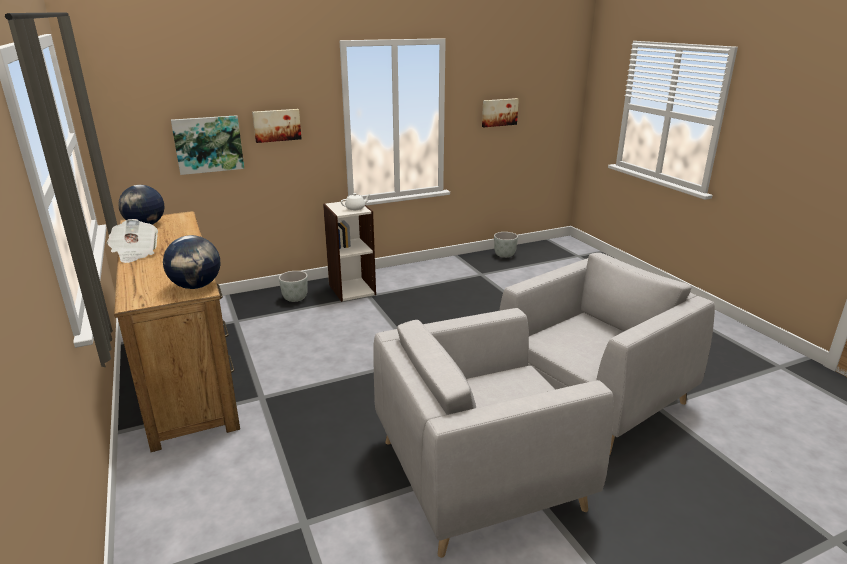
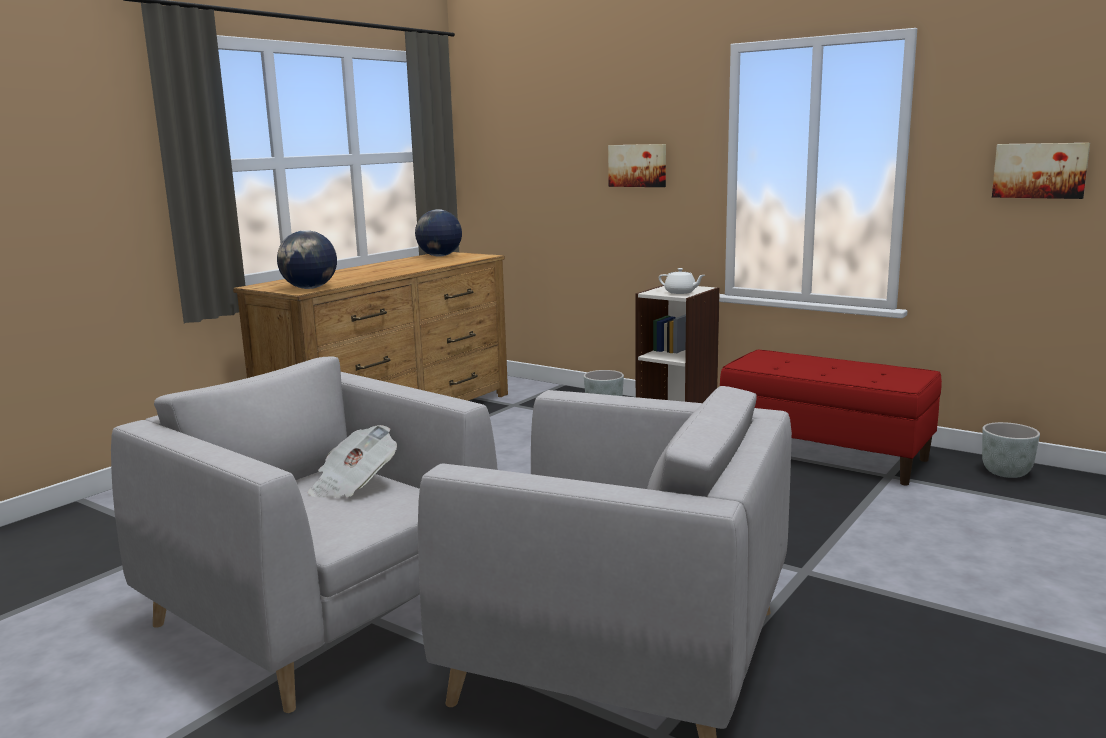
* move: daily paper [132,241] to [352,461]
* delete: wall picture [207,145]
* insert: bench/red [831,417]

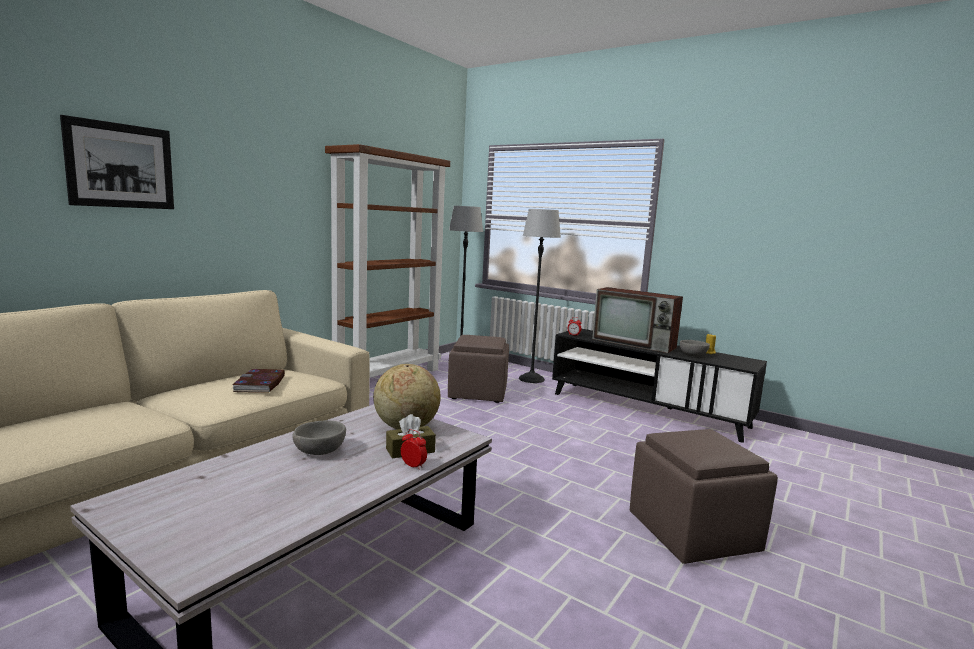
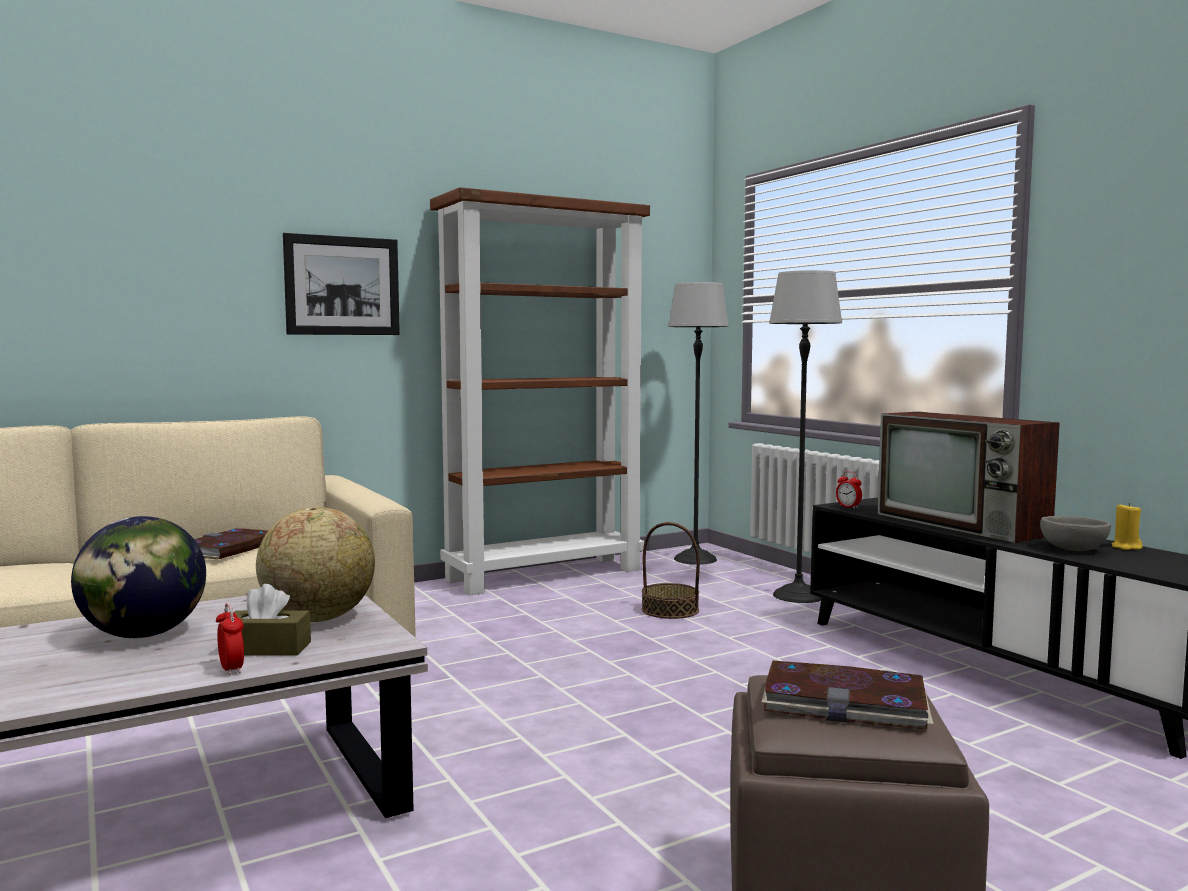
* move: wall picture [117,162] to [341,284]
* replace: bowl/gray [319,438] to globe [138,577]
* replace: ottoman/brown [478,369] to household basket [671,570]
* insert: book [847,695]

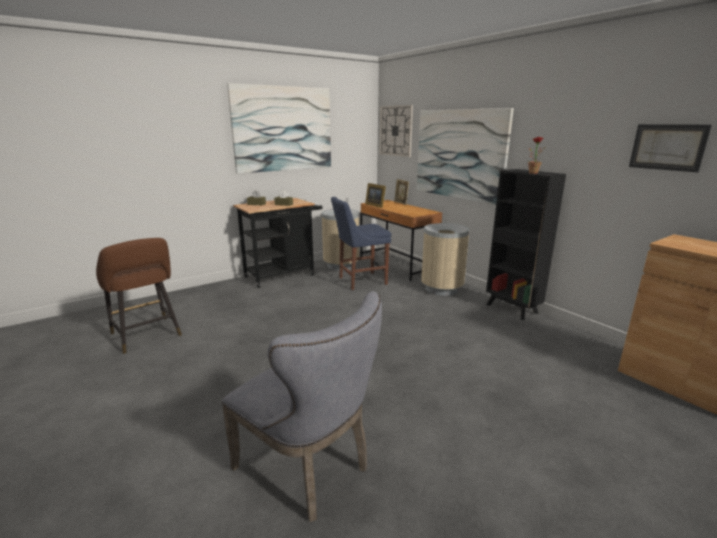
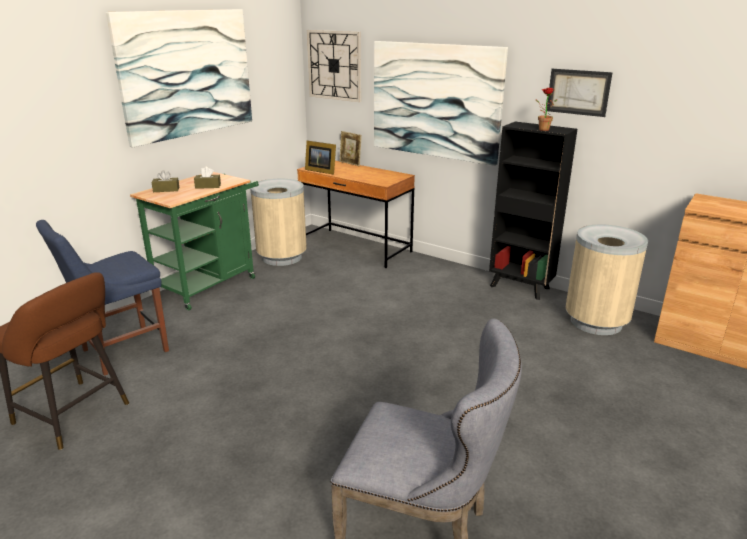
* recolor: cart/black-coloured [277,243] to cart/greenish [194,241]
* move: chair/bluish [361,243] to [102,298]
* move: waste bin/beige-coloured [445,259] to [606,279]
* move: wall picture [670,148] to [580,93]

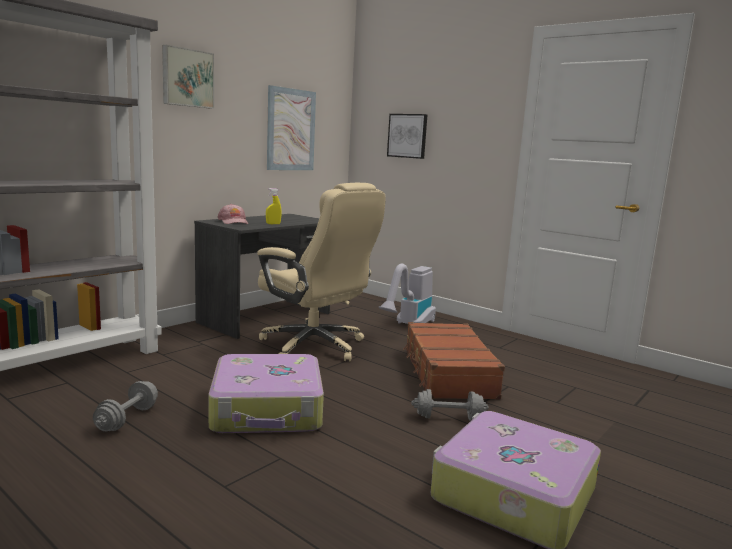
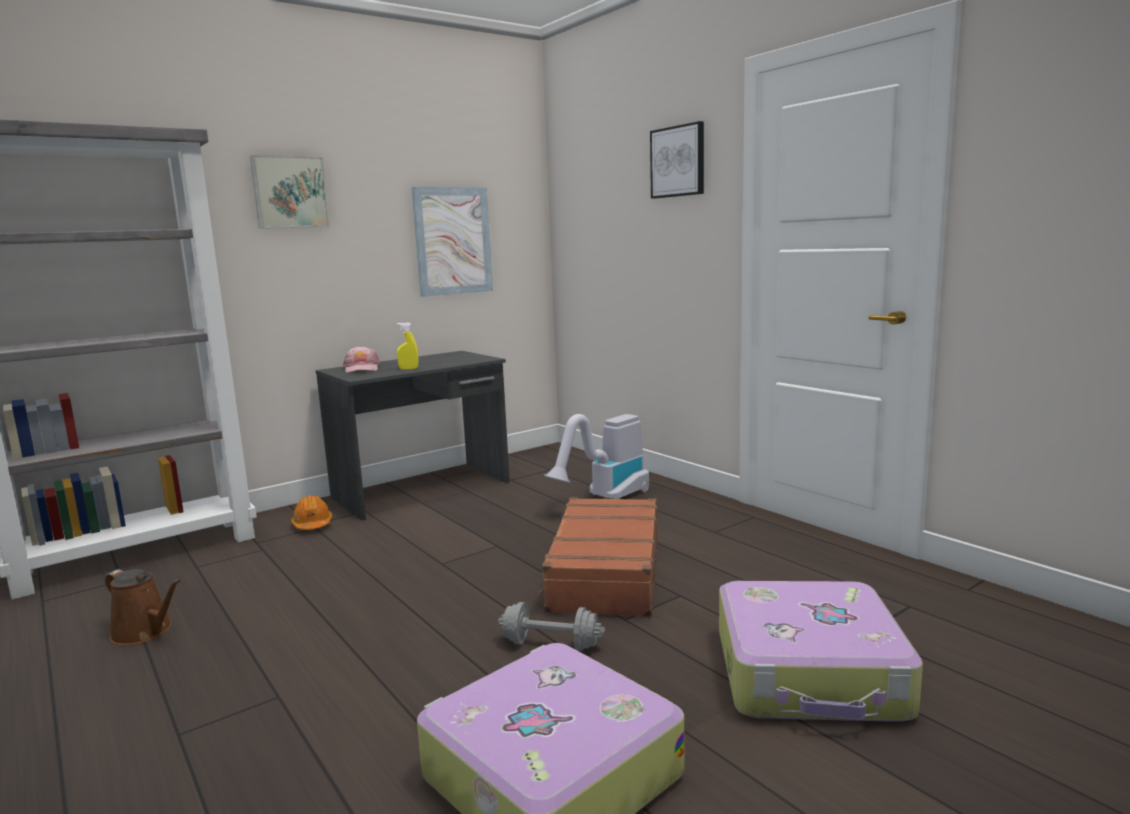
* replace: dumbbell/gray [125,406] to watering can/brown [143,607]
* move: travel case [266,393] to [821,651]
* delete: office chair/beige-coloured [321,272]
* move: wall picture [407,136] to [677,160]
* insert: safety helmet/orangey [311,512]

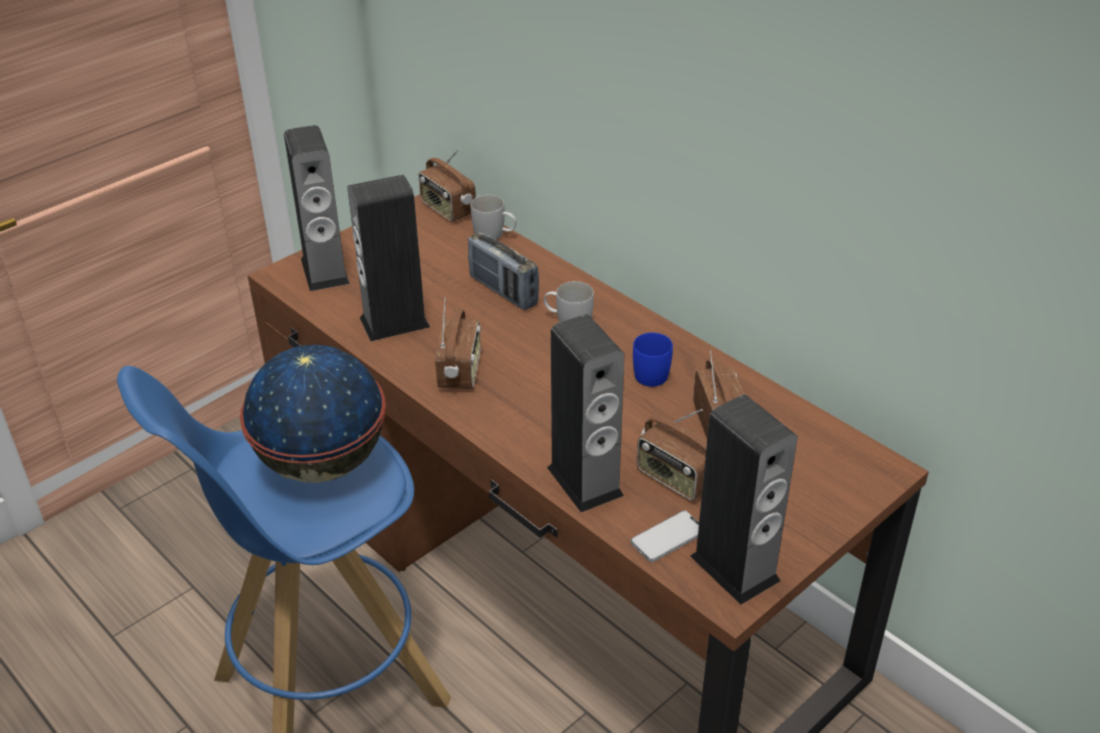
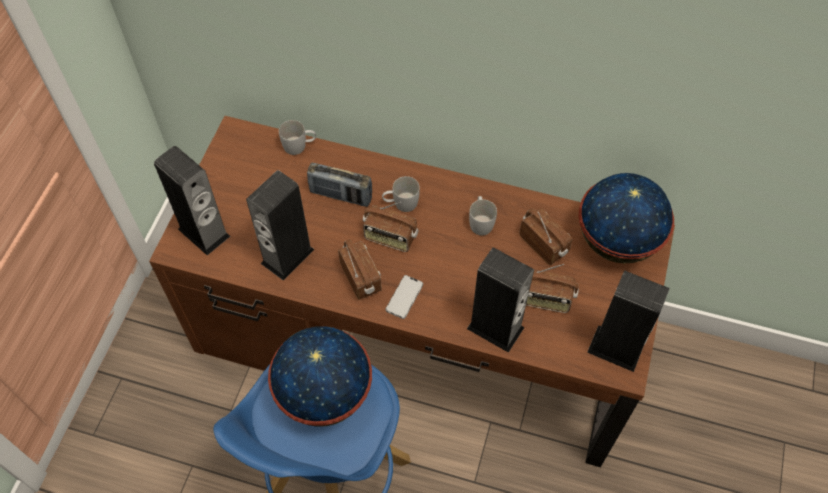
* move: radio [447,185] to [391,227]
* move: handset [665,536] to [404,297]
* recolor: coffee mug/bluish [653,360] to coffee mug/white [483,215]
* insert: globe [626,218]

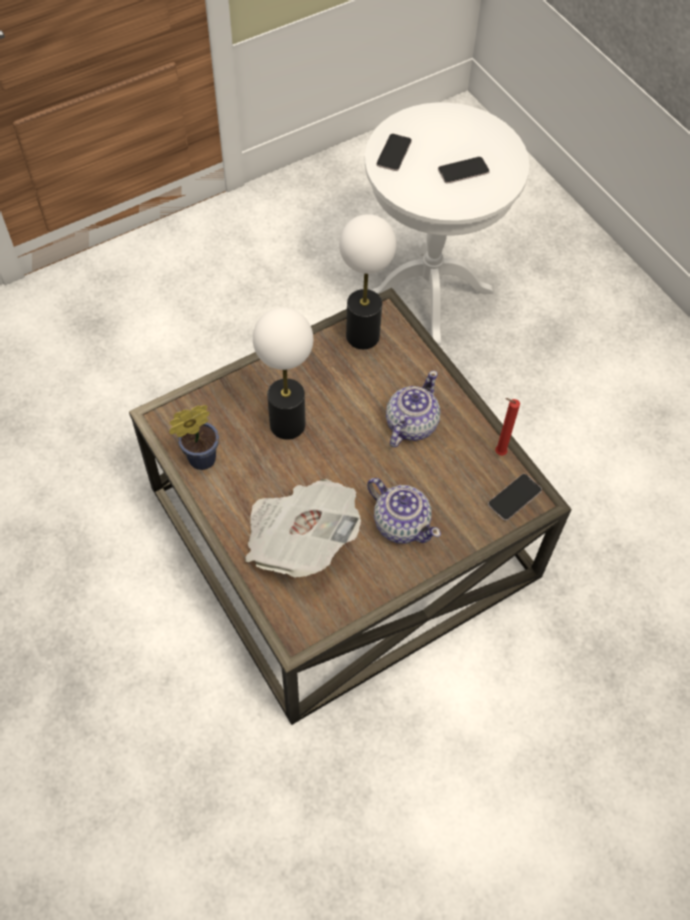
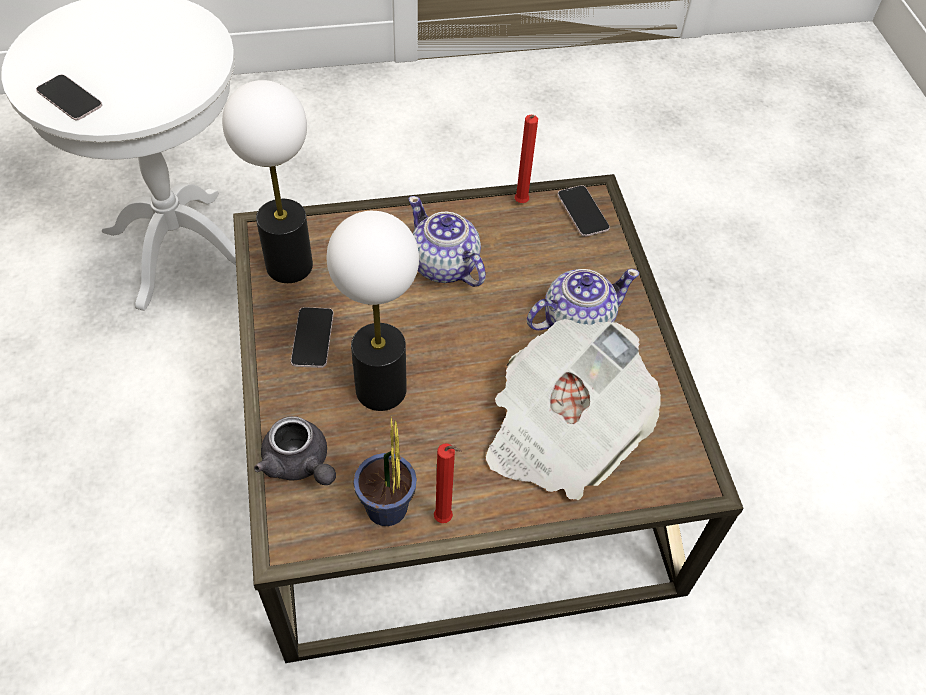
* move: handset [464,170] to [312,337]
* insert: tea pot/gray [295,450]
* insert: wax candle/red [448,483]

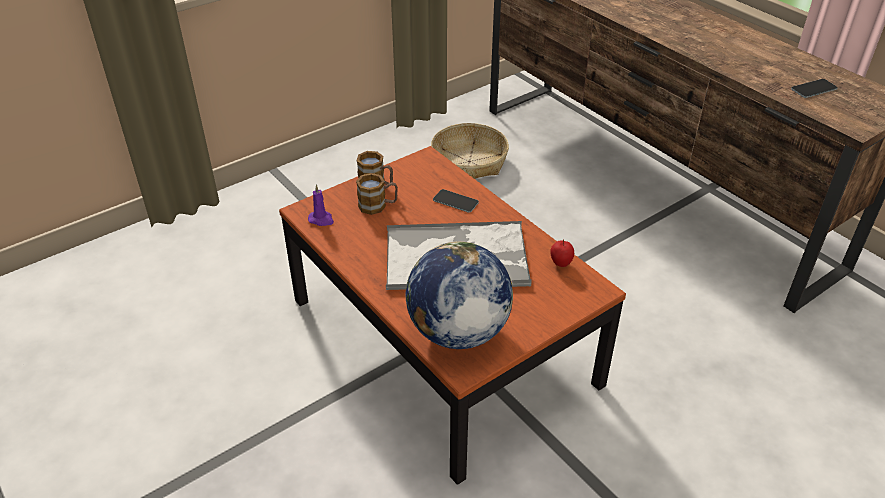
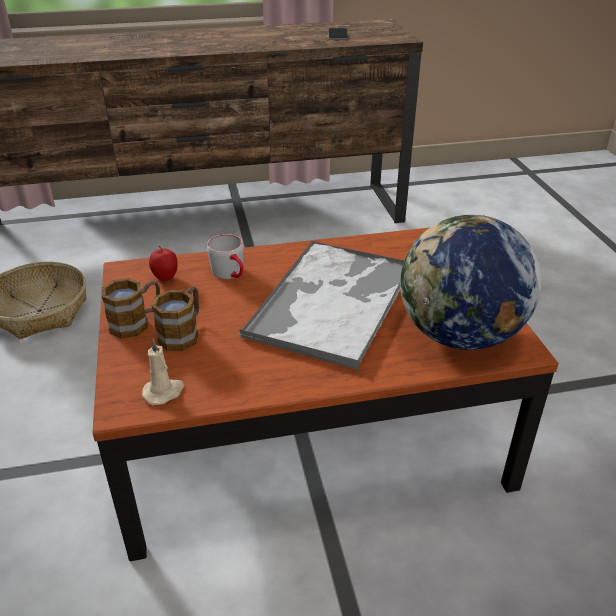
* recolor: wax candle/purple [321,205] to wax candle/beige-coloured [163,371]
* replace: handset [456,201] to coffee mug/gray [225,256]
* move: apple [562,253] to [163,264]

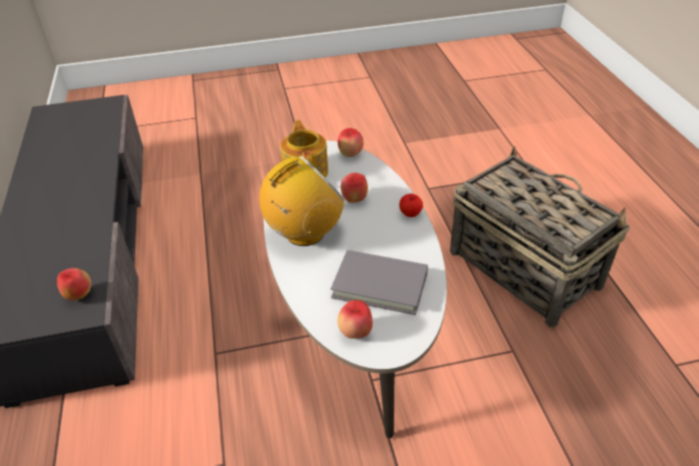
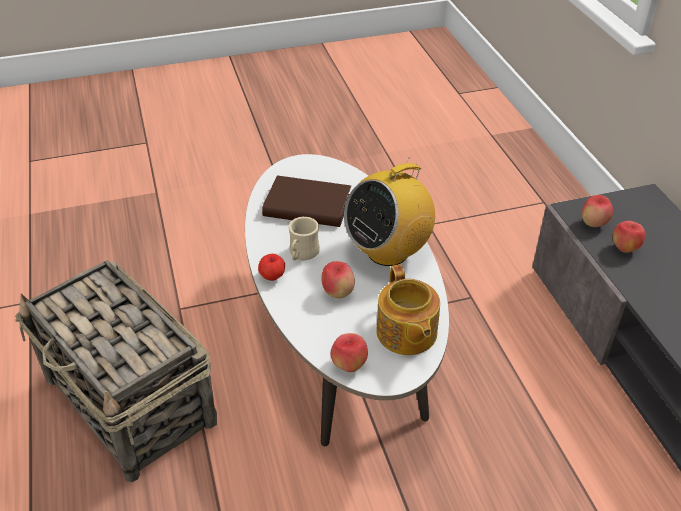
* recolor: book/gray [379,282] to book/brown [306,201]
* move: apple [355,319] to [629,237]
* insert: coffee mug/beige-coloured [304,238]

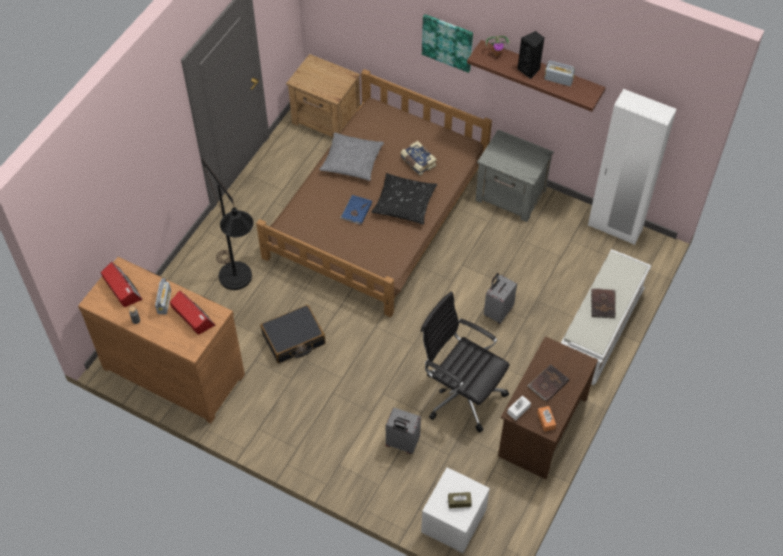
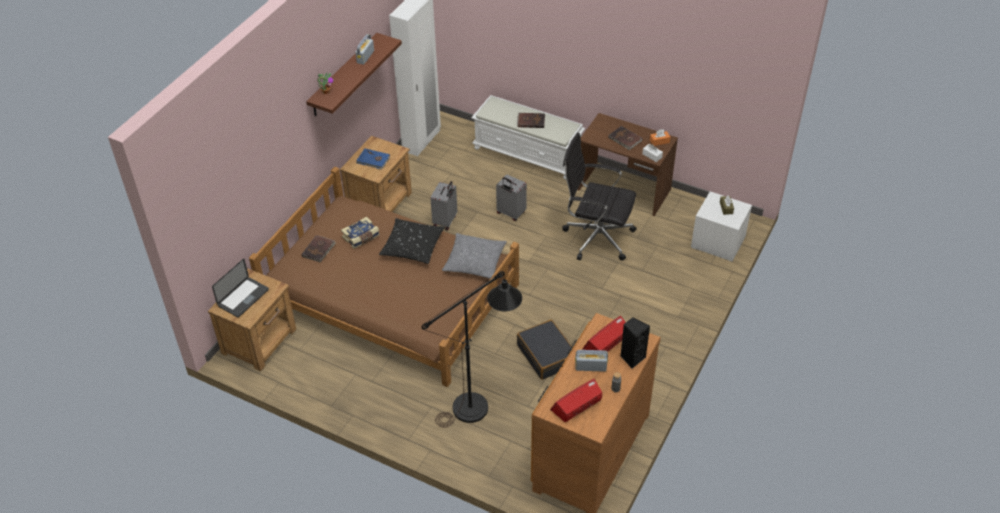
* move: cushion/gray [351,157] to [474,256]
* move: book/bluish [356,210] to [373,159]
* move: travel case/gray [403,431] to [443,205]
* rotate: office chair/black-coloured [465,361] = [599,196] 75 degrees clockwise
* delete: wall picture [447,43]
* recolor: nightstand/gray [514,176] to nightstand/brown [376,174]
* move: audio speaker/black-coloured [530,55] to [635,343]
* insert: laptop [240,288]
* insert: book/brown [319,249]

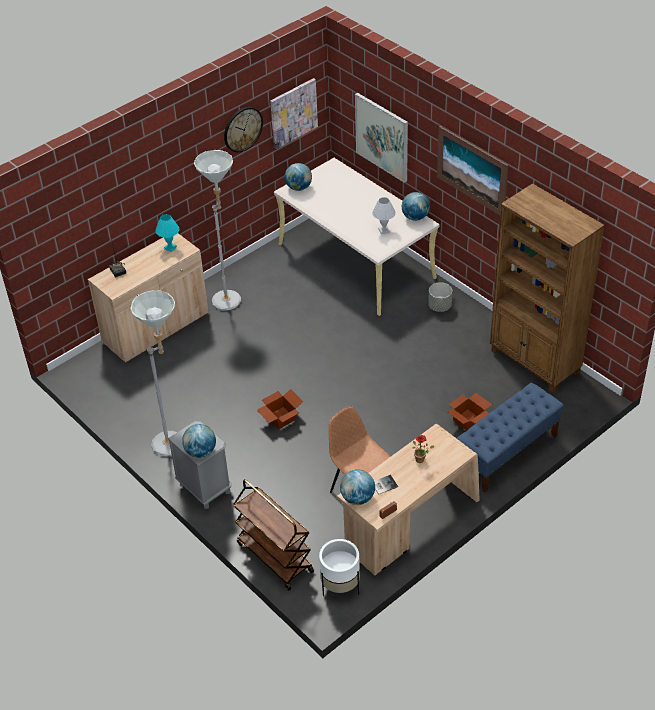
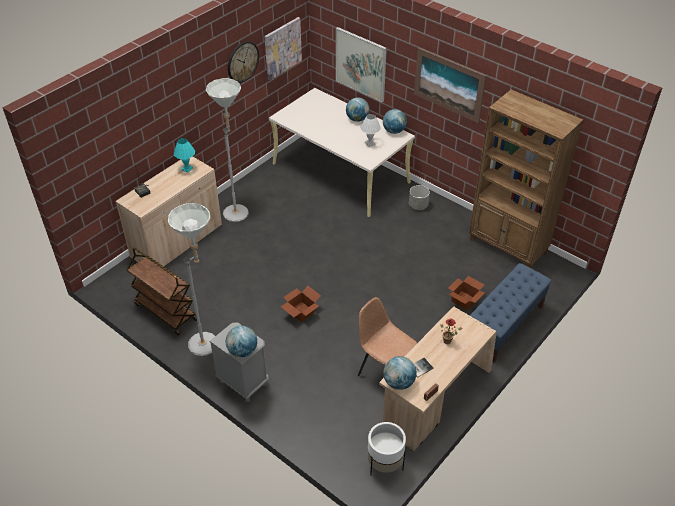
* move: cart/brown [273,534] to [162,291]
* move: globe [298,177] to [358,110]

